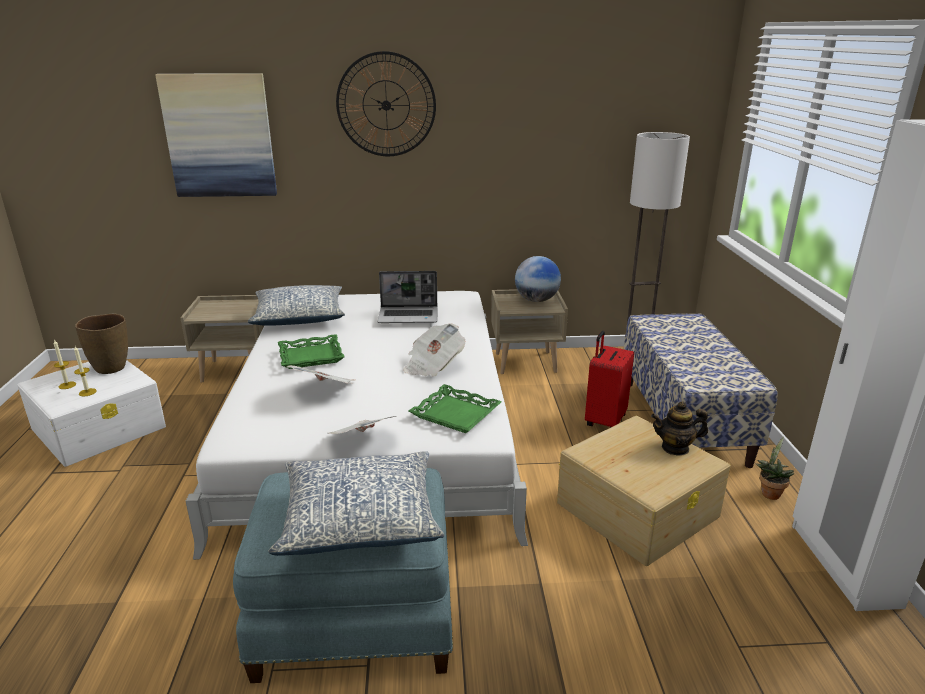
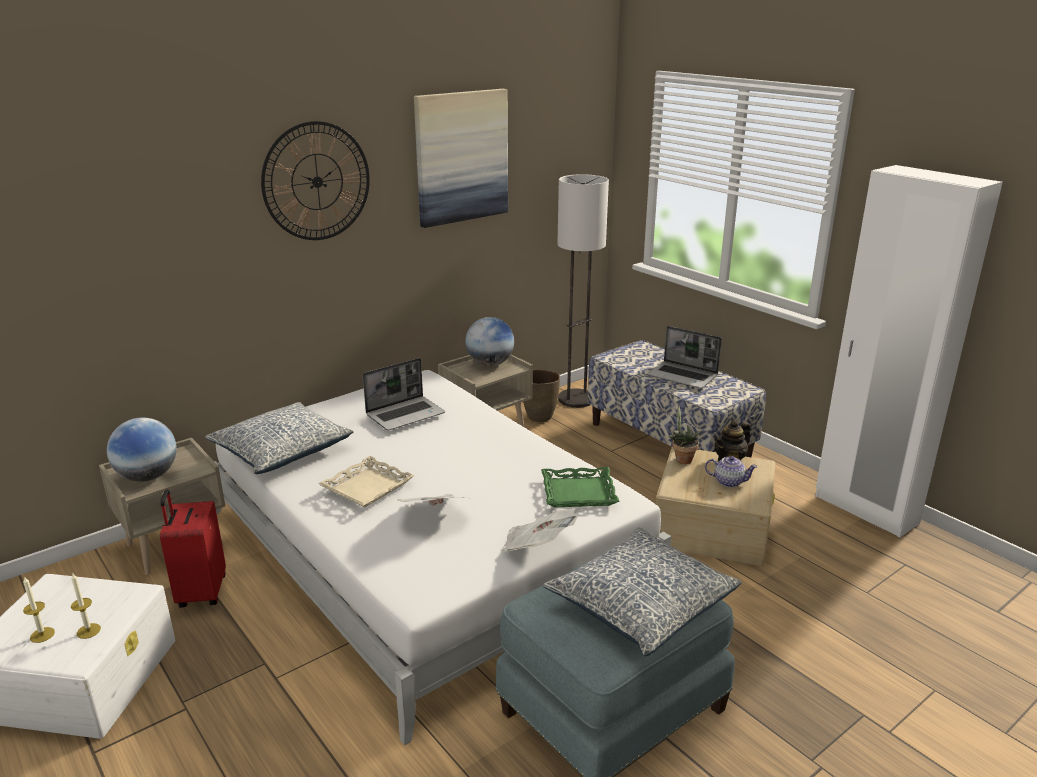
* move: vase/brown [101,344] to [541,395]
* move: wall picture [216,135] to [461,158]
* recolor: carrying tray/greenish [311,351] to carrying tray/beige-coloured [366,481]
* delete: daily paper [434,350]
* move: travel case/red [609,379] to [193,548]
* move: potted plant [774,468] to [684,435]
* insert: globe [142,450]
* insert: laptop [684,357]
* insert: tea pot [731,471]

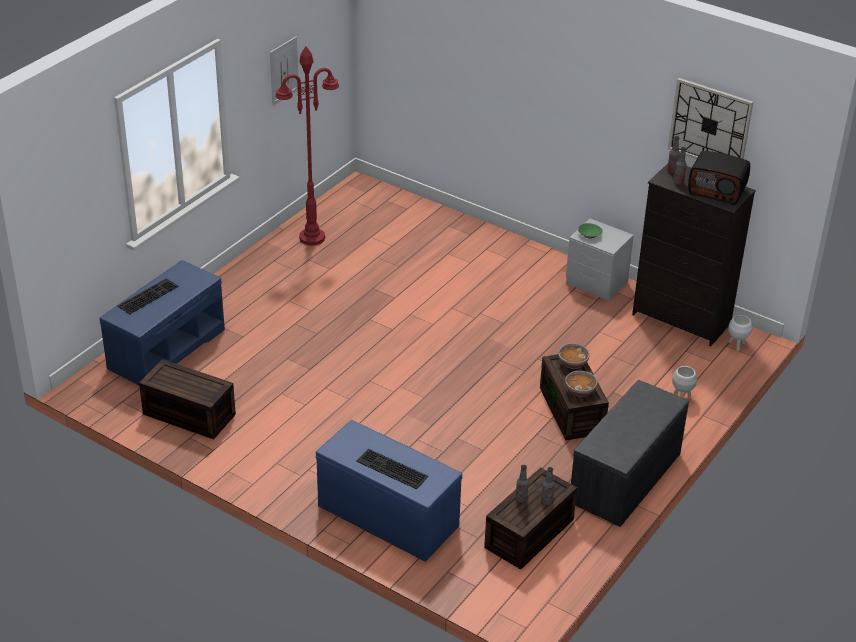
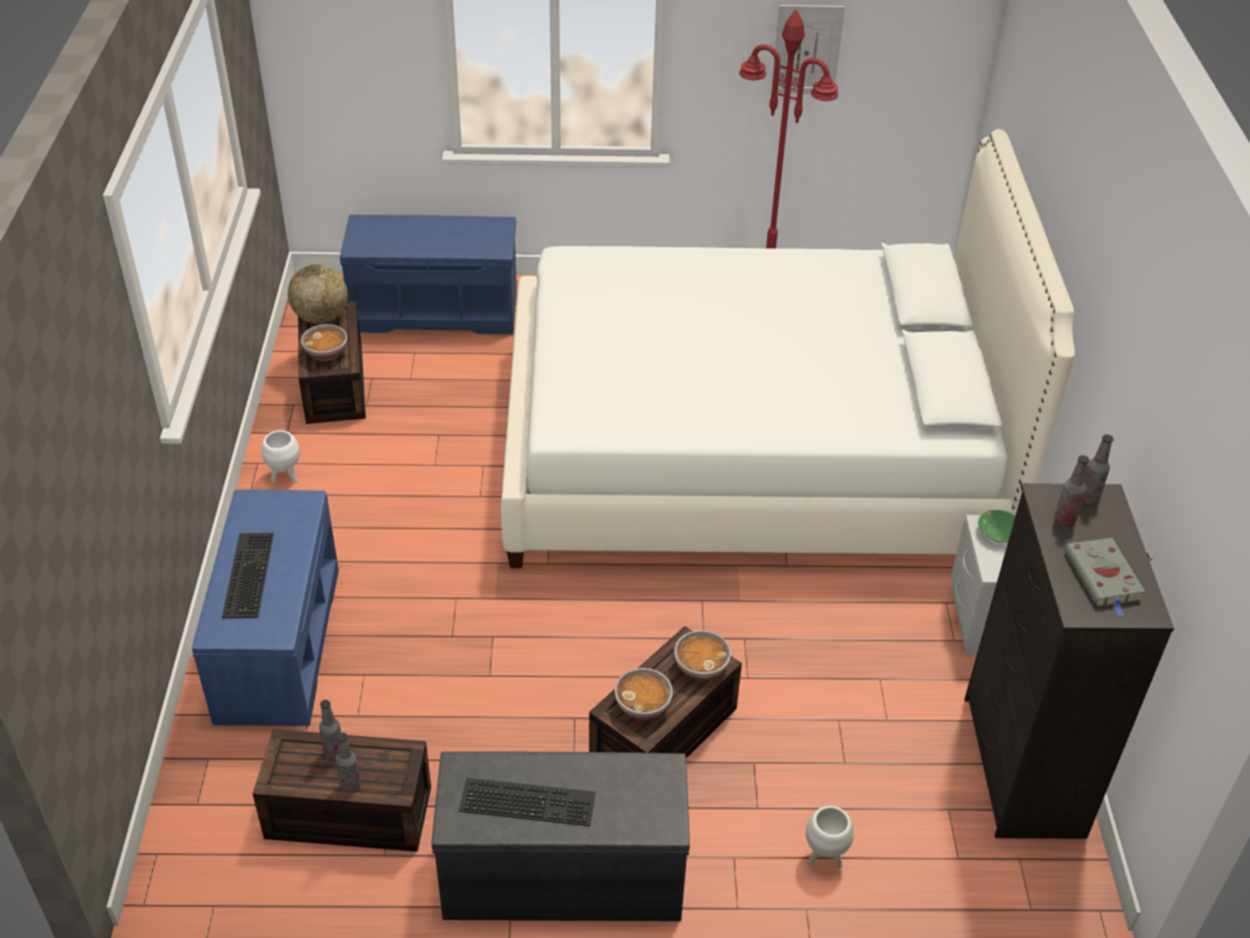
* move: computer keyboard [148,296] to [527,802]
* delete: clock on the wall [710,118]
* replace: radio [719,178] to book/gray [1105,577]
* move: plant pot/white [740,333] to [280,456]
* insert: globe [318,294]
* insert: bowl [324,342]
* insert: bed/white [788,348]

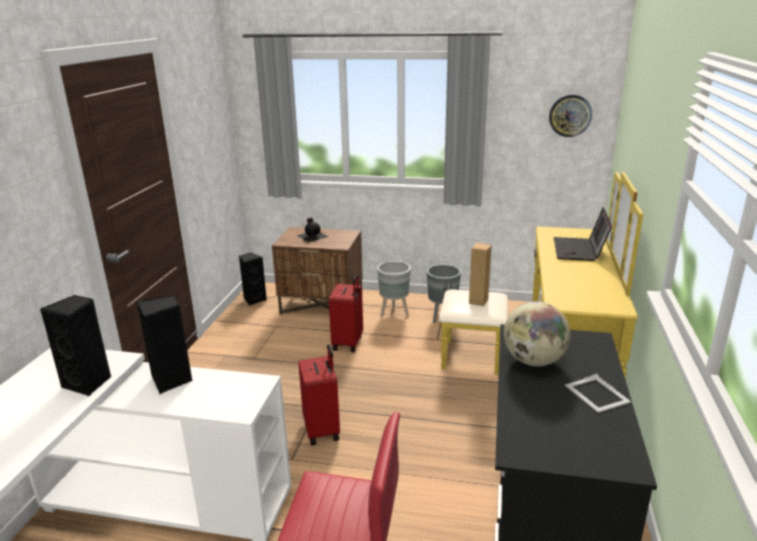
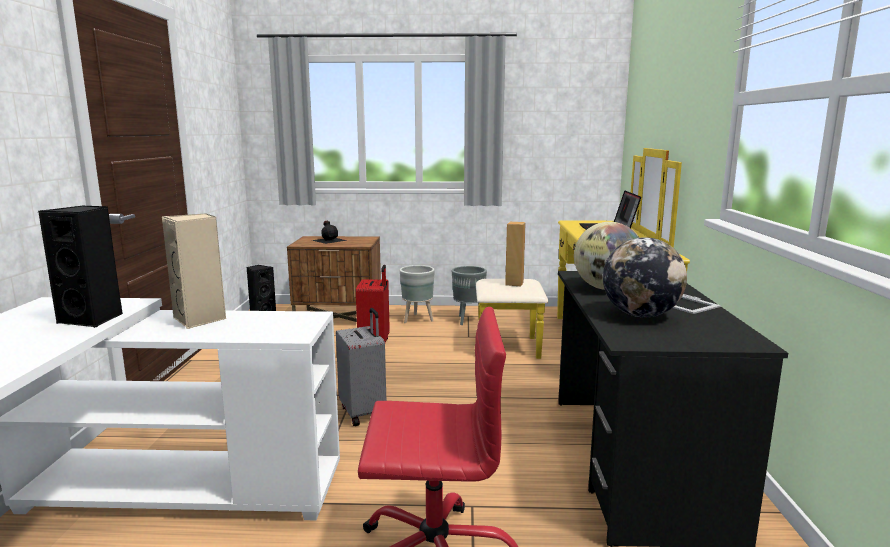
* recolor: audio speaker/black-coloured [165,344] to audio speaker/beige-coloured [194,271]
* recolor: travel case/red [319,394] to travel case/gray [361,367]
* delete: clock on the wall [570,116]
* insert: globe [645,277]

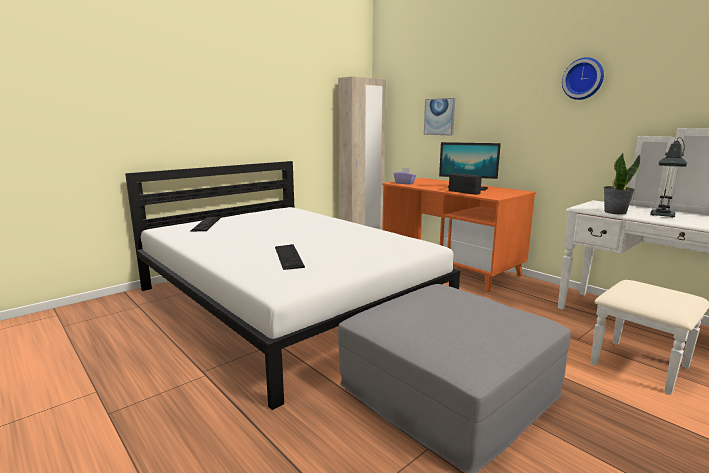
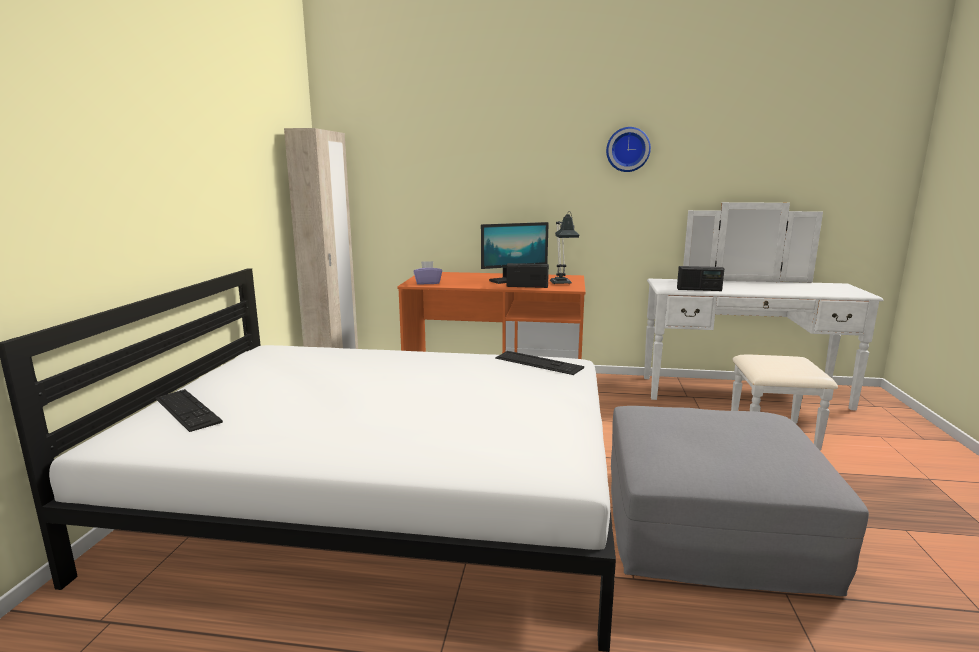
* move: computer keyboard [290,257] to [539,363]
* delete: wall picture [439,116]
* replace: potted plant [622,183] to radio [700,278]
* move: table lamp [668,177] to [564,247]

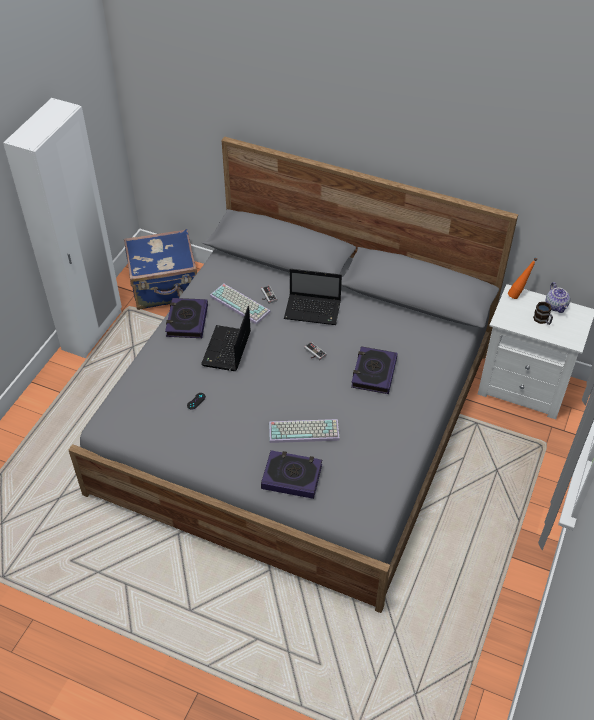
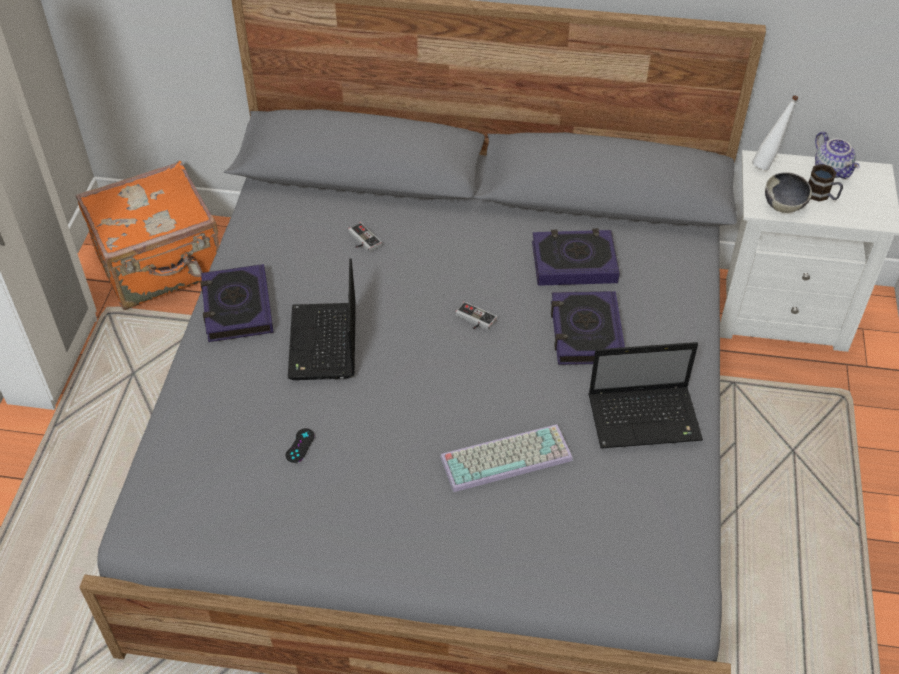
* recolor: travel case/bluish [160,269] to travel case/orangey [147,235]
* delete: computer keyboard [240,304]
* move: book [291,474] to [576,257]
* move: laptop [313,297] to [646,395]
* recolor: bottle/orangey [523,278] to bottle/white [775,132]
* insert: bowl [788,192]

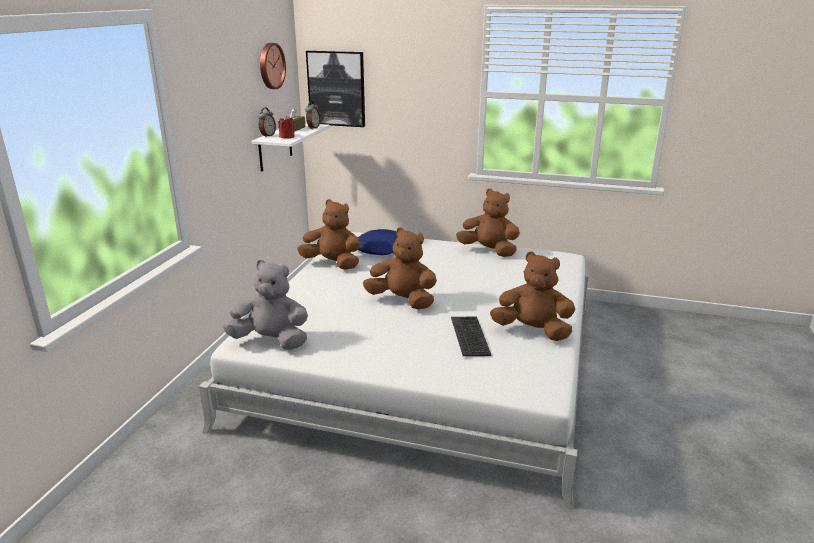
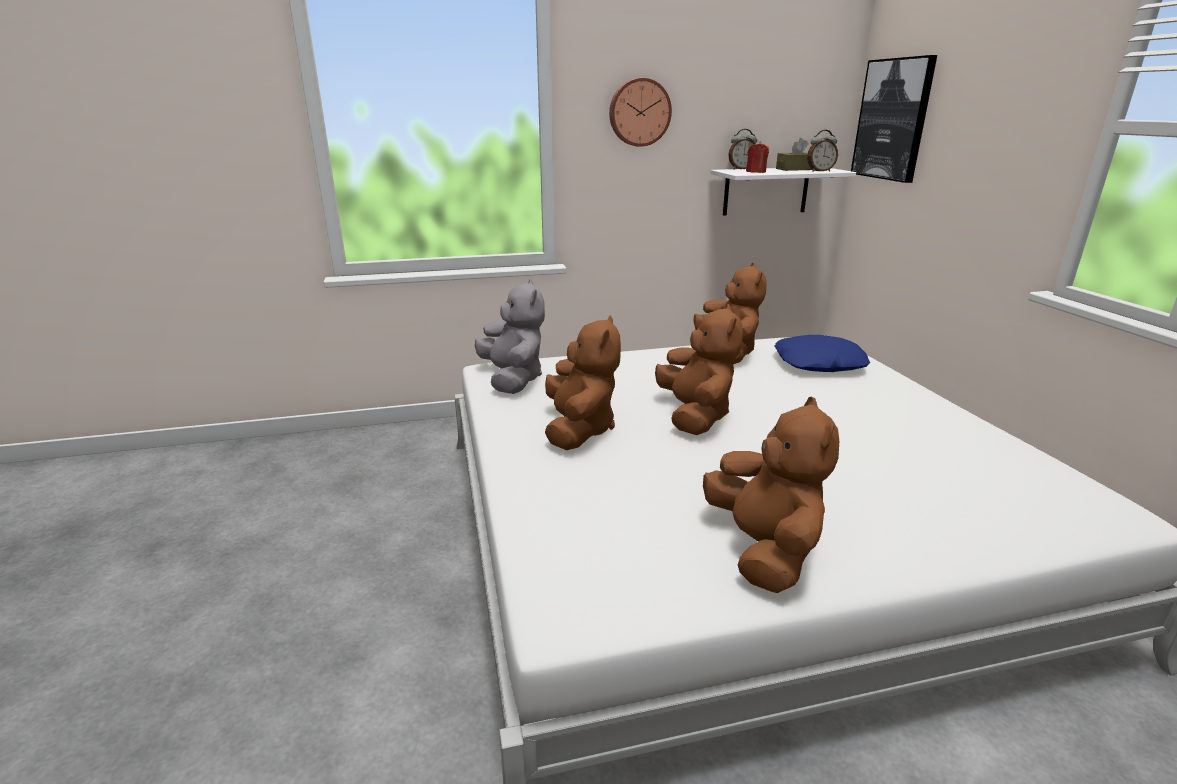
* move: clock on the wall [273,66] to [640,112]
* delete: computer keyboard [471,336]
* move: cuddly toy/brown [488,223] to [583,382]

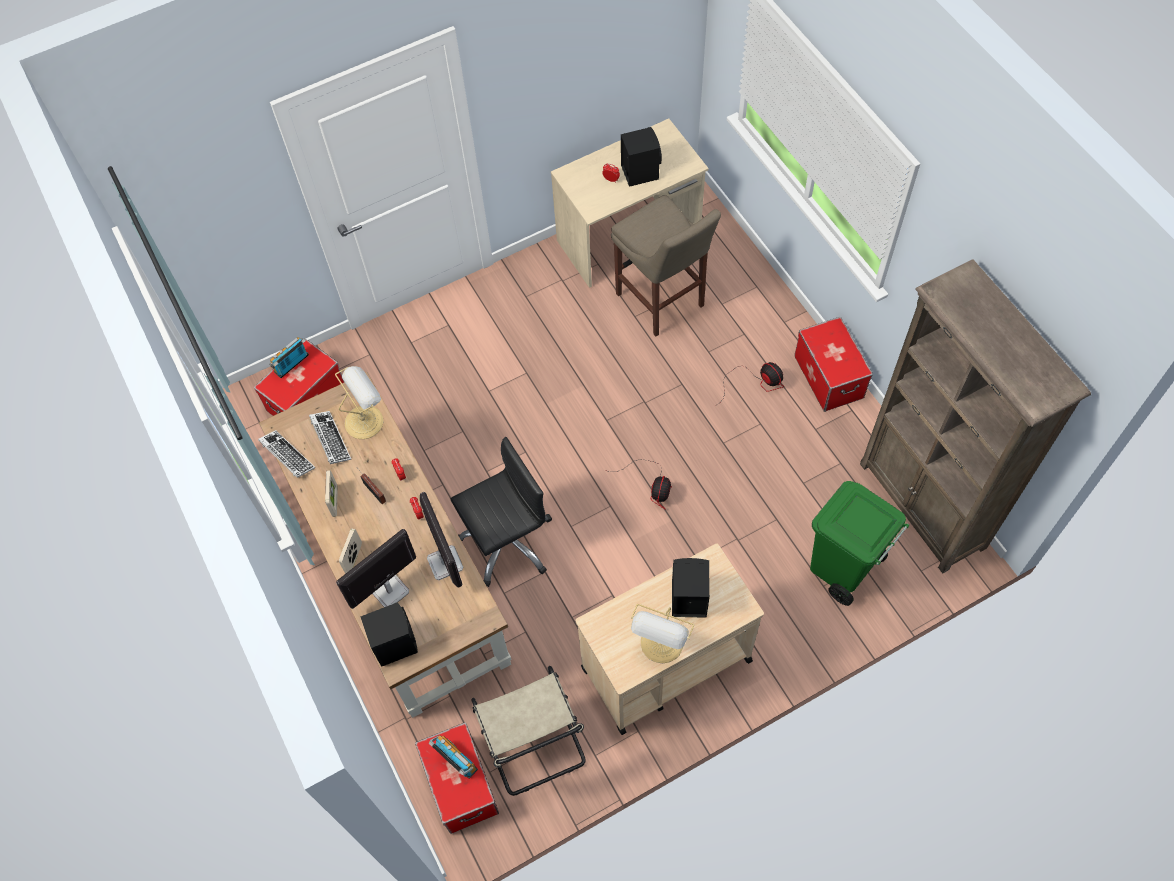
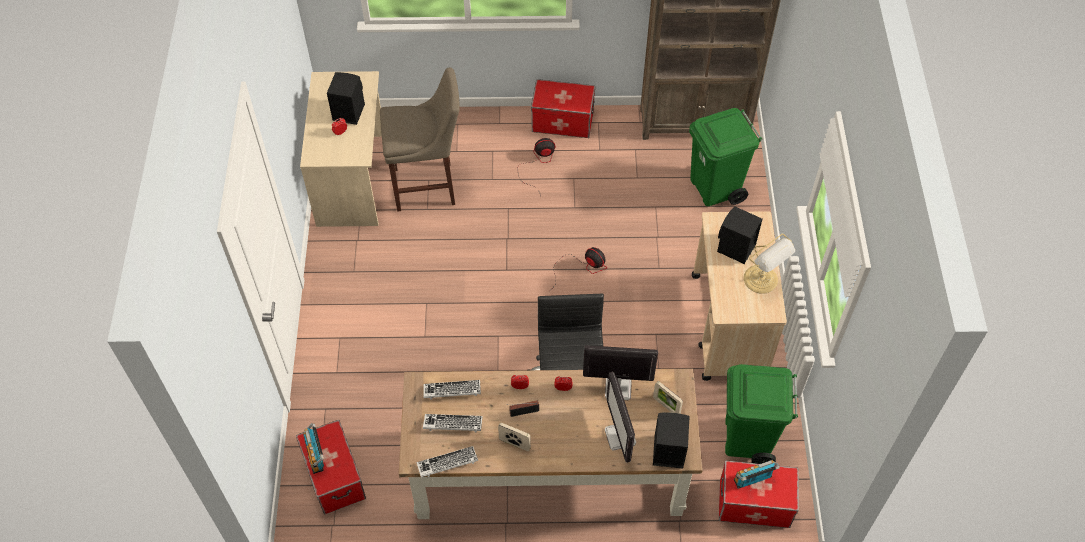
* replace: table lamp [359,402] to computer keyboard [452,390]
* move: picture frame [350,551] to [668,397]
* replace: chair/beige-coloured [528,731] to waste bin/greenish [761,414]

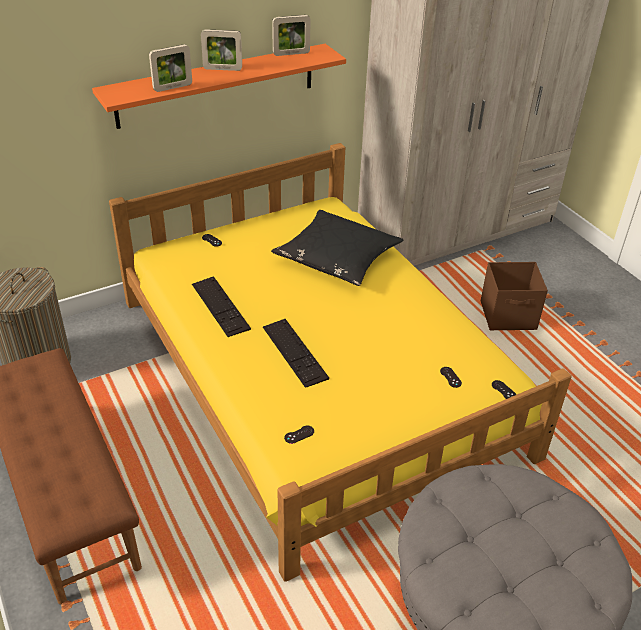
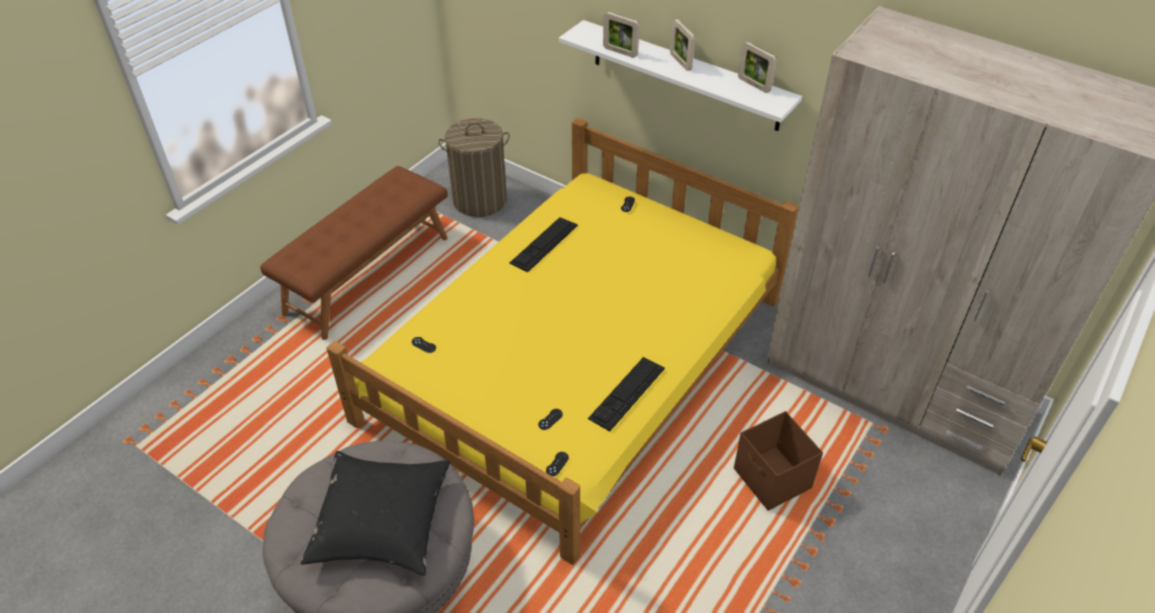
* recolor: shelf/orangey [219,86] to shelf/white [680,75]
* move: computer keyboard [296,353] to [626,394]
* move: cushion/black-coloured [337,248] to [375,513]

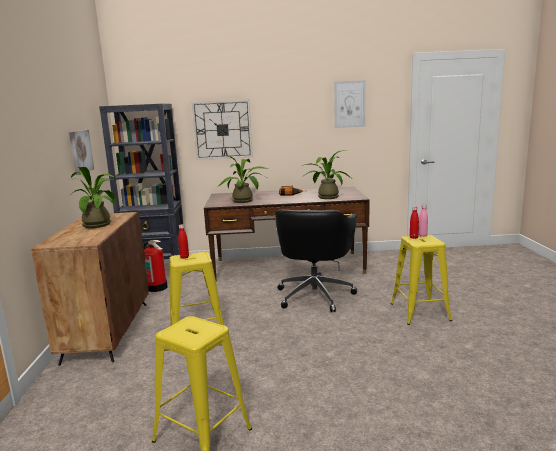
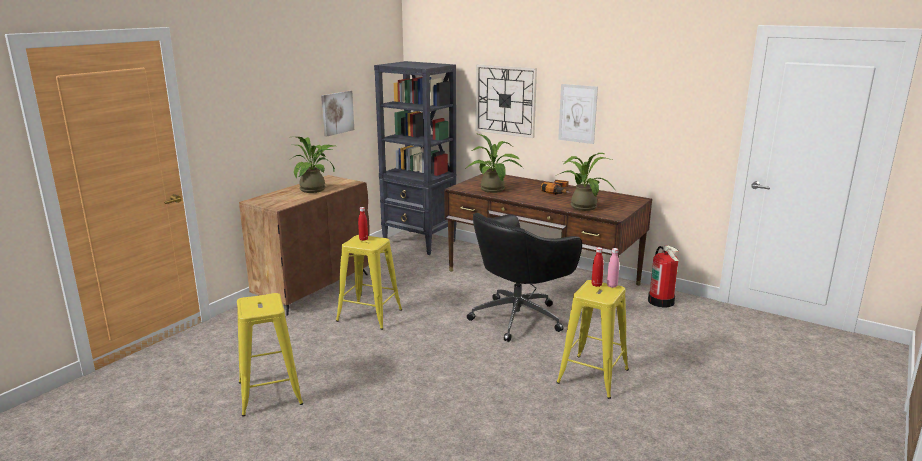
* move: fire-fighting cylinder [155,266] to [663,277]
* move: wall picture [349,104] to [578,114]

